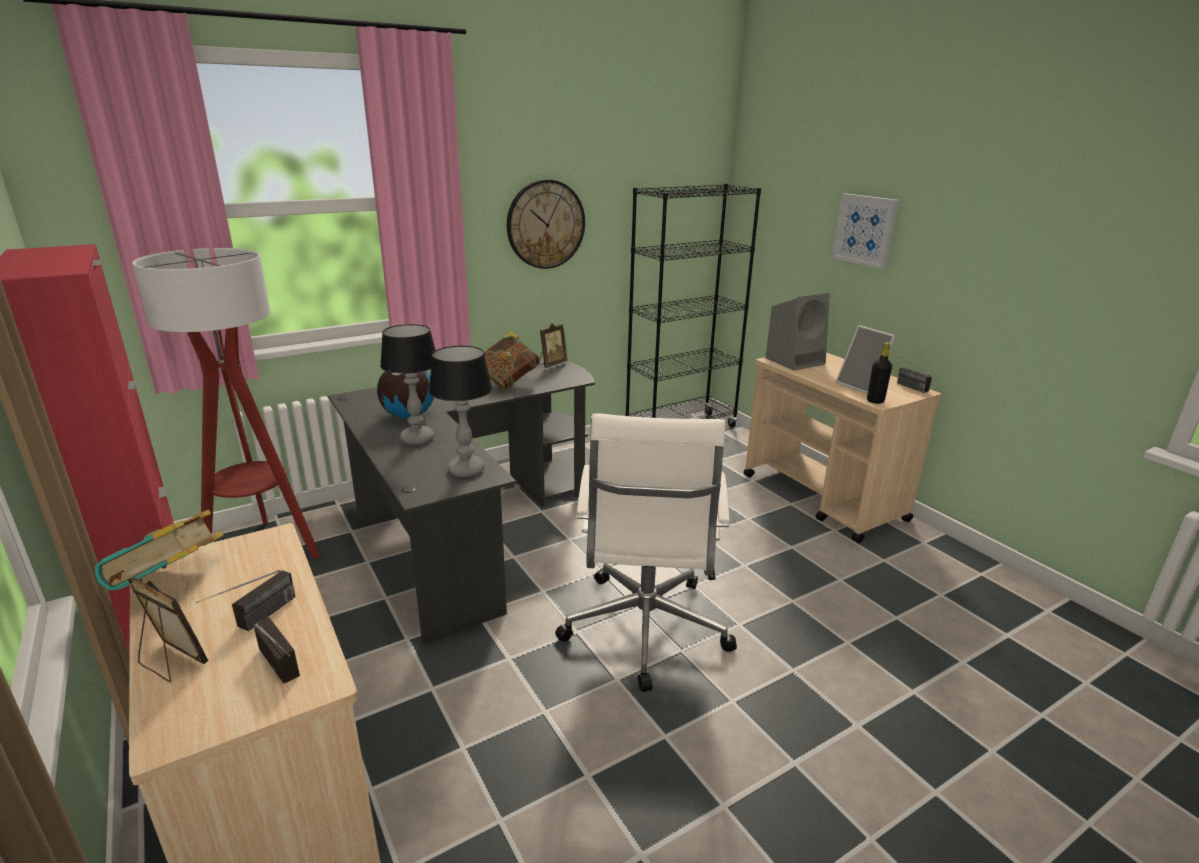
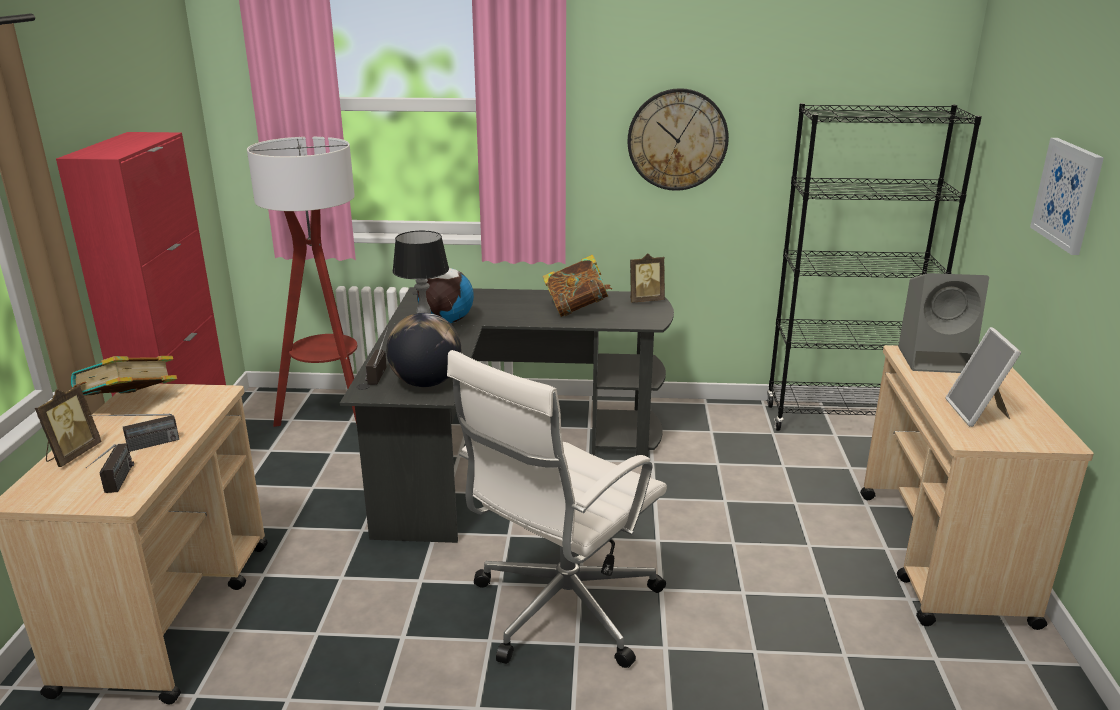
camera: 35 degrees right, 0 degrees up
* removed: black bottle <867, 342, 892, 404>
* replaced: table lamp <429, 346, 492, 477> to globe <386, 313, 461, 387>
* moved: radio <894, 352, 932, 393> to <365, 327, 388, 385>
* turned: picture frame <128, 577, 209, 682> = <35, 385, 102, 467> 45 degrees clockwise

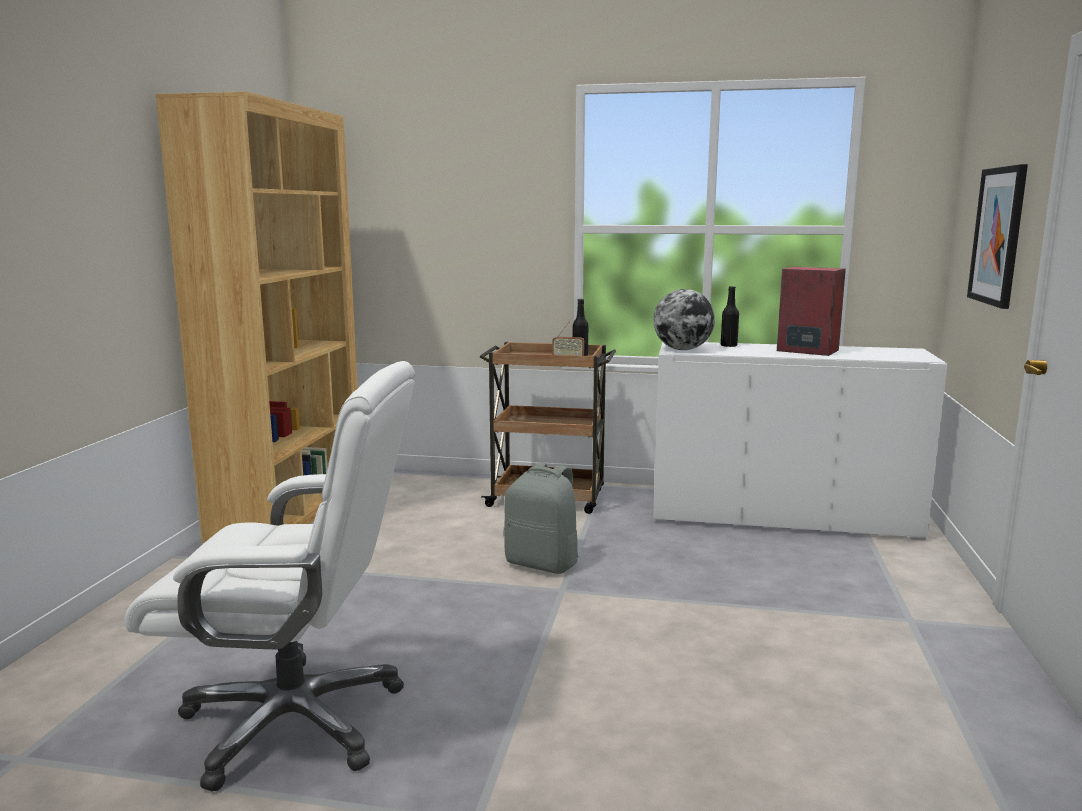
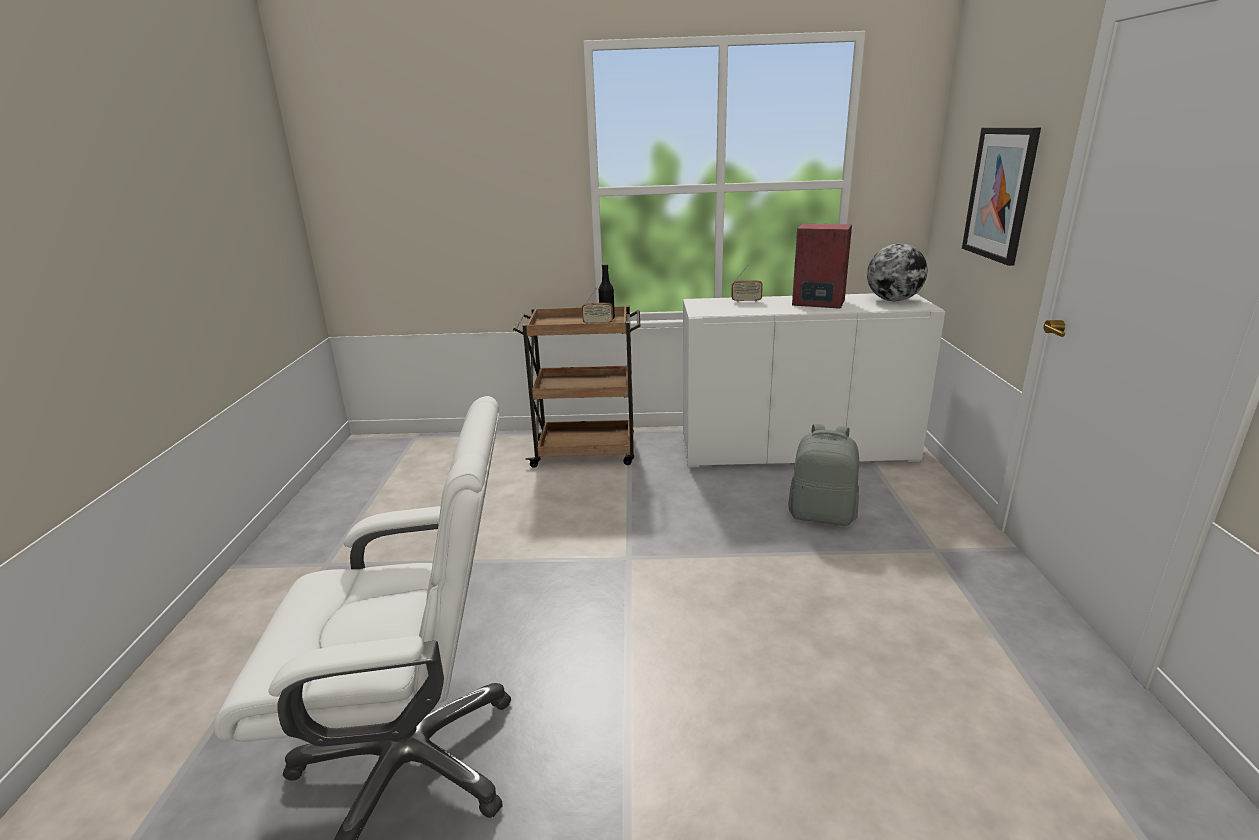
camera: 10 degrees left, 10 degrees up
* removed: brown bookcase <156, 91, 358, 543>
* replaced: black bottle <721, 286, 739, 347> to radio <731, 265, 763, 303>
* moved: globe <653, 289, 715, 350> to <867, 244, 927, 301>
* moved: grey backpack <503, 462, 579, 574> to <789, 424, 859, 526>

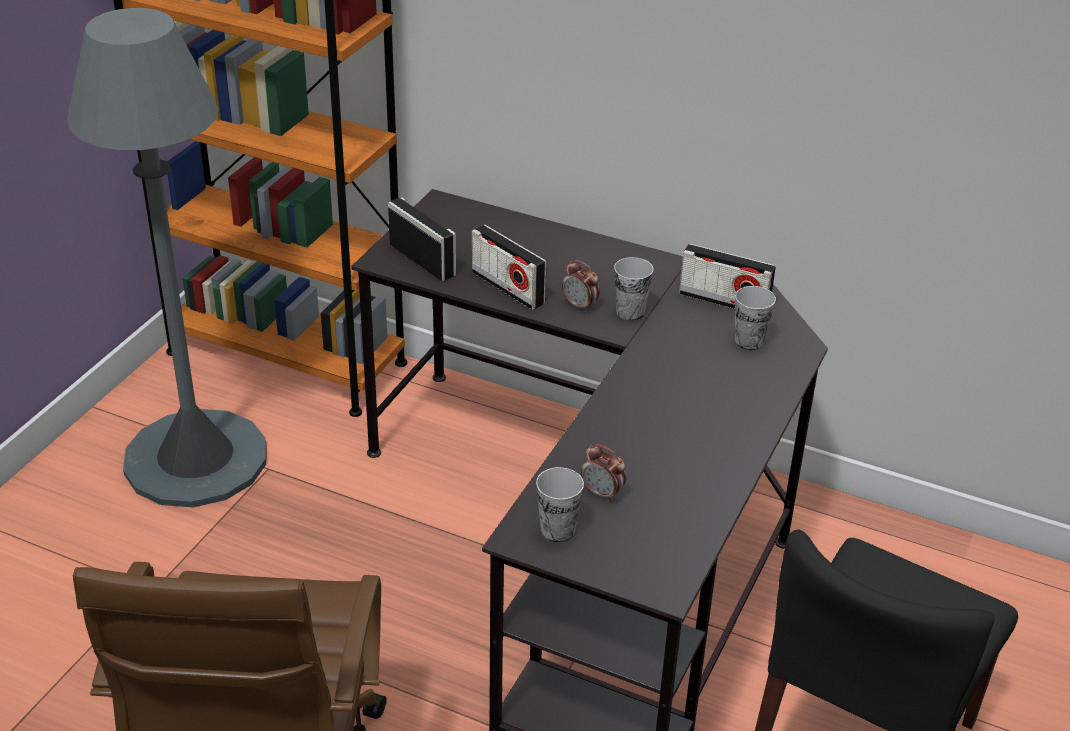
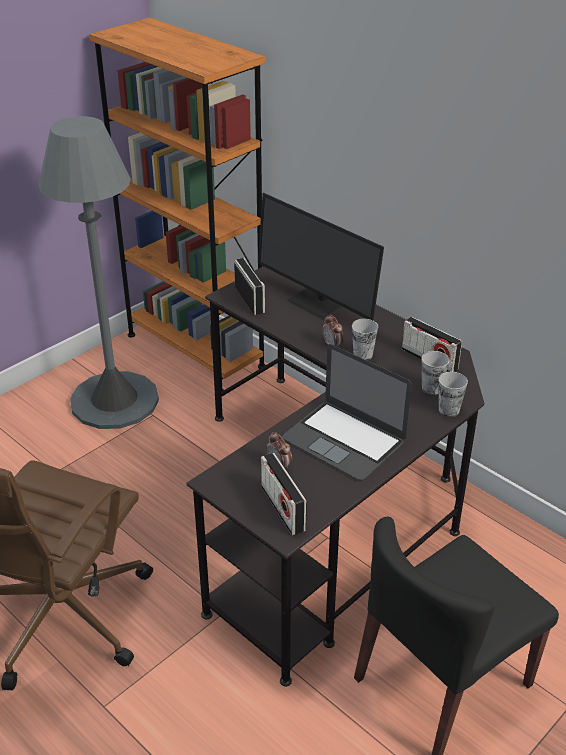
camera: 20 degrees right, 0 degrees up
* moved: radio <472, 224, 547, 310> to <261, 453, 307, 535>
* moved: cup <536, 467, 584, 542> to <439, 372, 468, 417>
* added: monitor <258, 193, 384, 320>
* added: laptop <282, 344, 412, 480>

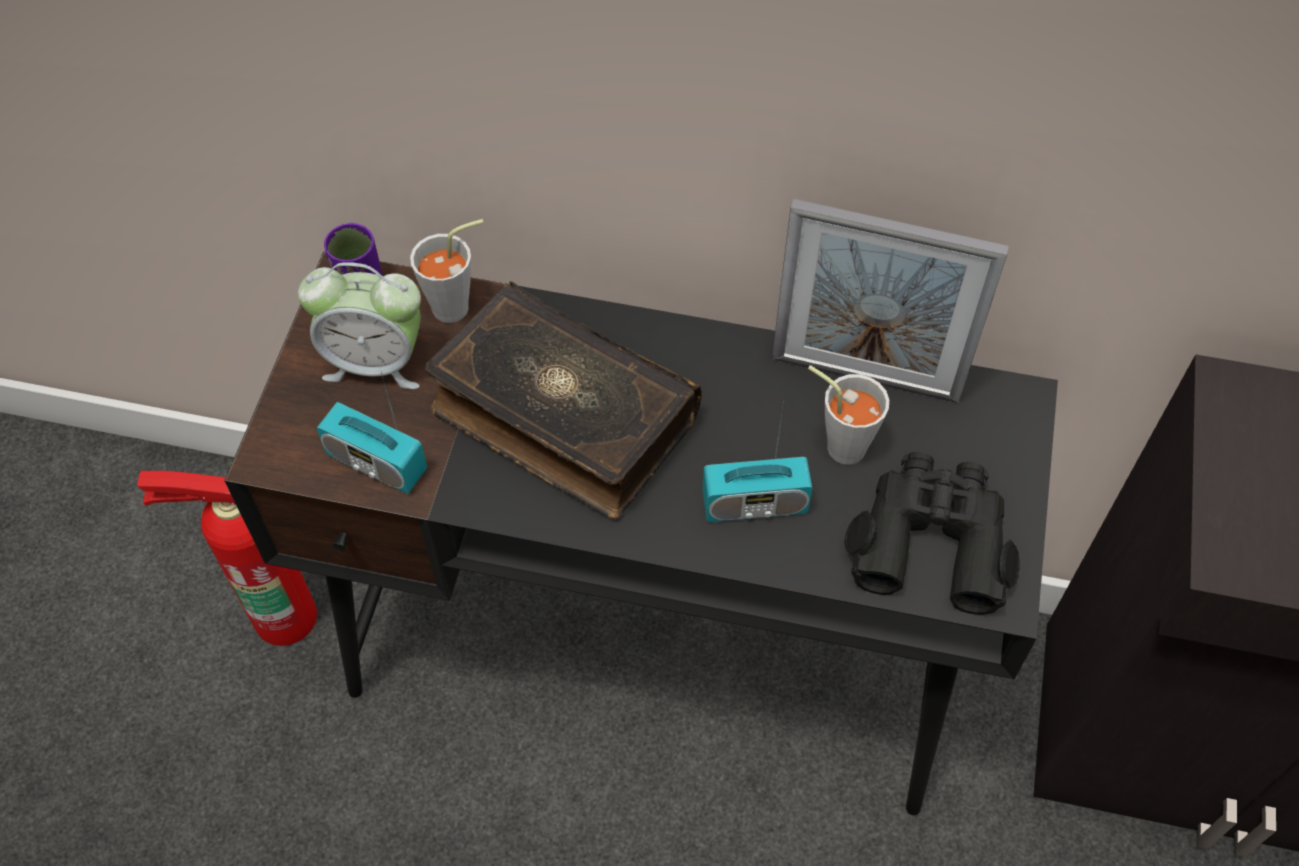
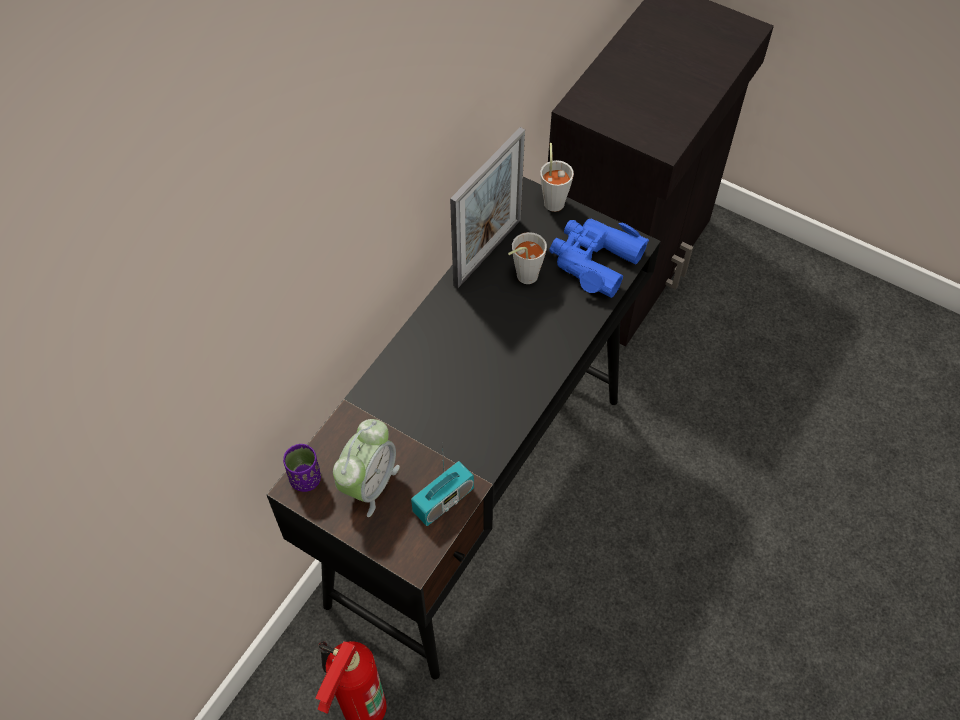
camera: 70 degrees left, 0 degrees up
* moved: grey cup <410, 219, 484, 323> to <540, 143, 574, 212>
* removed: book <425, 281, 702, 519>
* removed: radio <702, 401, 813, 522>
* recoloured: black binoculars <844, 452, 1020, 615> to blue binoculars <549, 219, 649, 298>

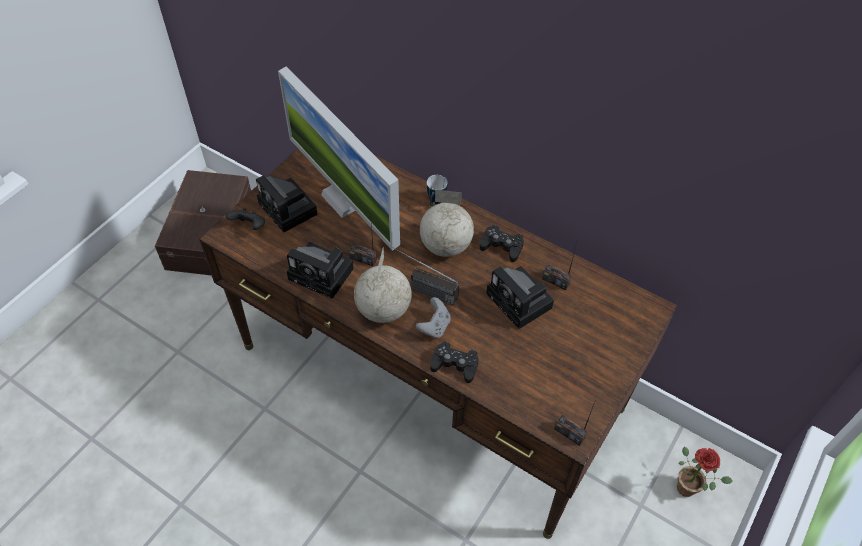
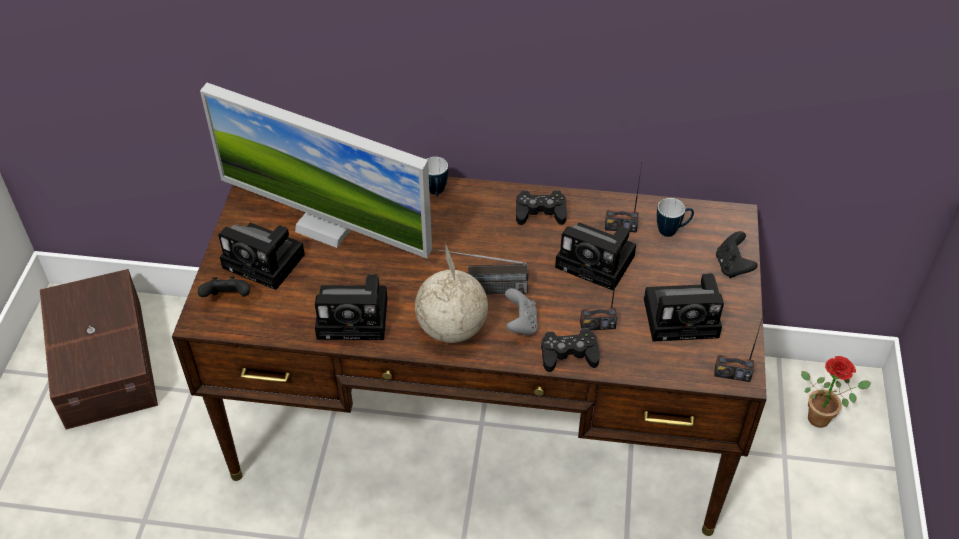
camera: 25 degrees left, 5 degrees down
* removed: globe <420, 190, 474, 257>
* moved: radio <349, 213, 377, 266> to <580, 258, 619, 330>
* added: mug <657, 198, 694, 237>
* added: black game controller <716, 231, 758, 278>
* added: photo camera <644, 273, 724, 342>

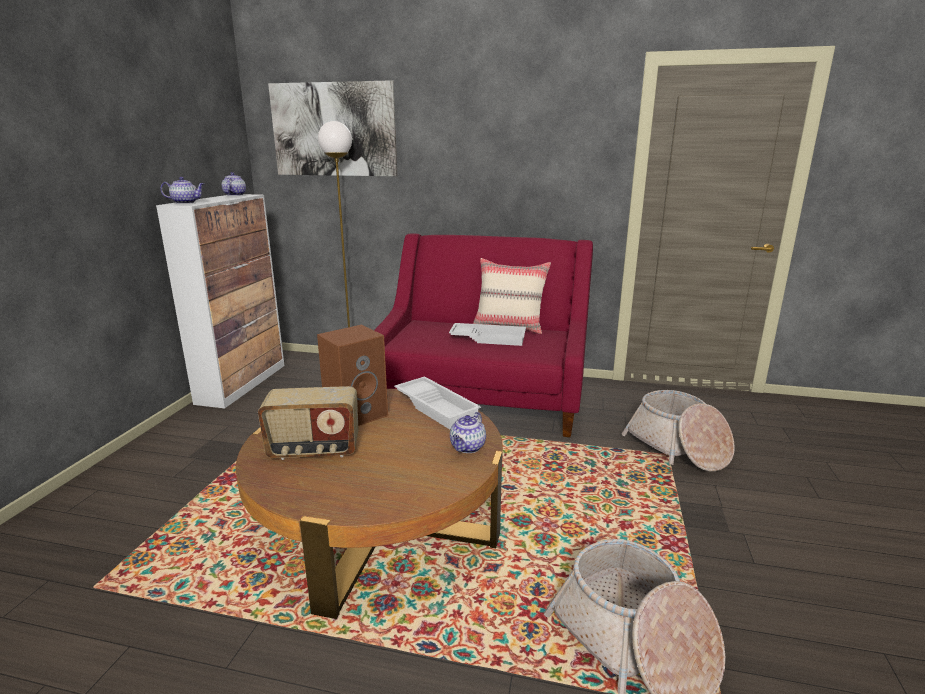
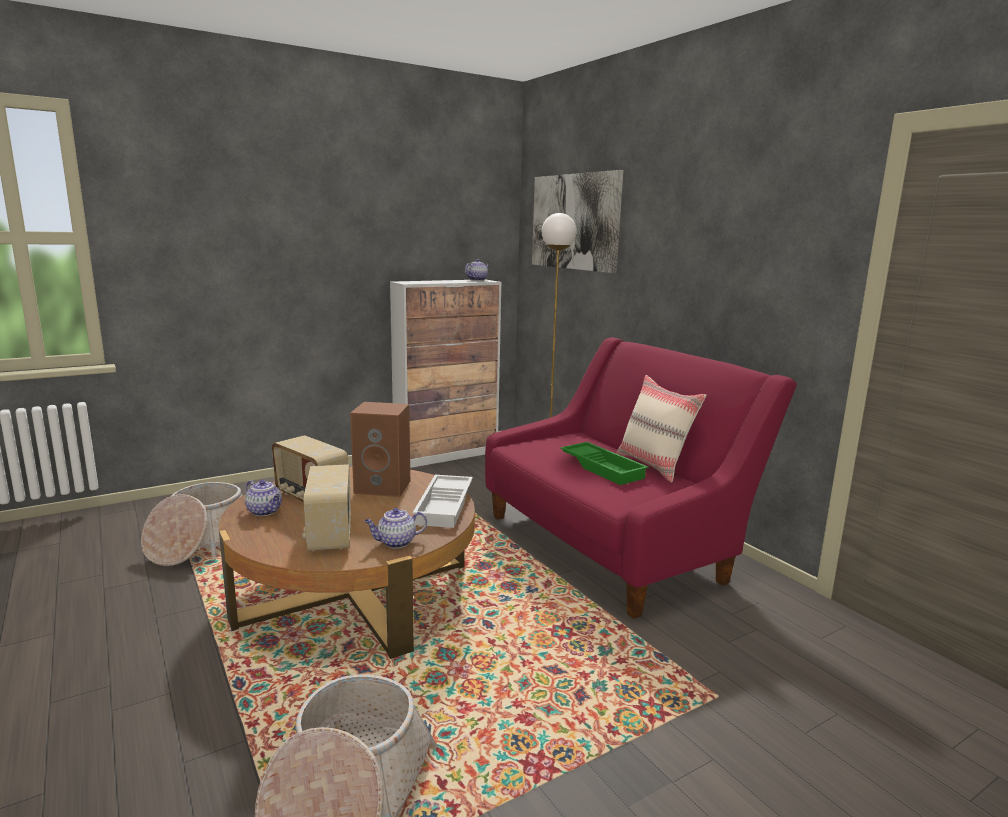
camera: 45 degrees right, 5 degrees down
* moved: teapot <160, 177, 204, 204> to <245, 480, 282, 516>
* recoloured: white tray <449, 323, 526, 346> to green tray <560, 442, 649, 485>
* moved: basket <622, 390, 735, 471> to <141, 482, 243, 566>
* added: radio <302, 464, 351, 551>

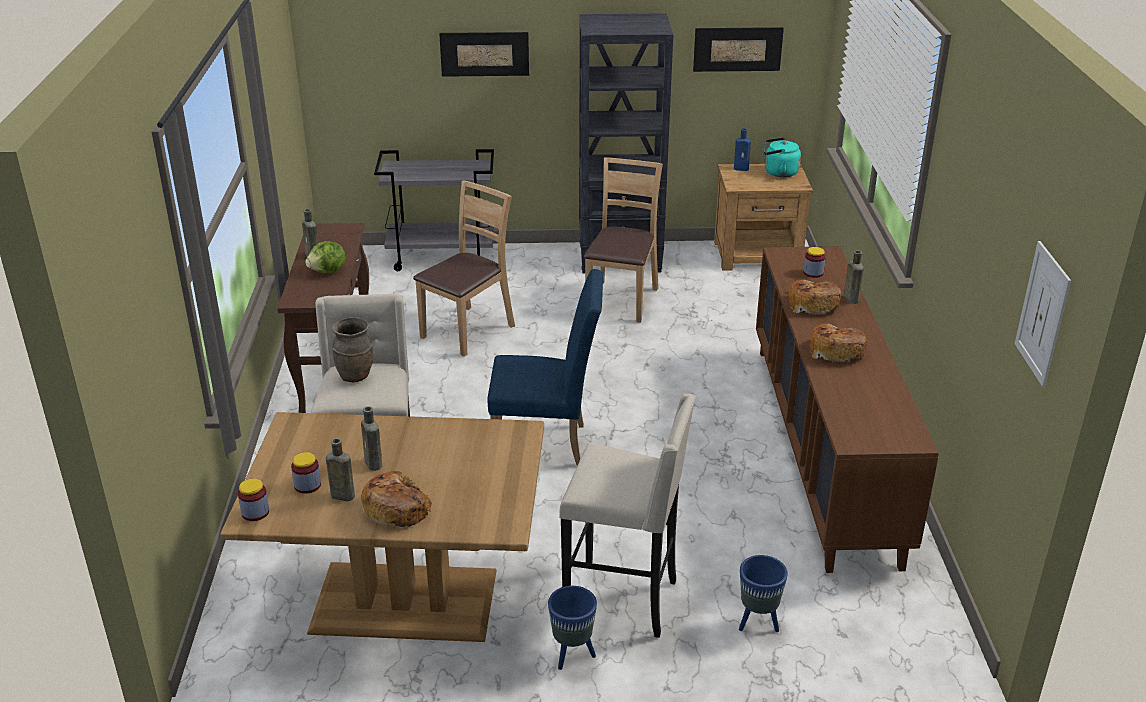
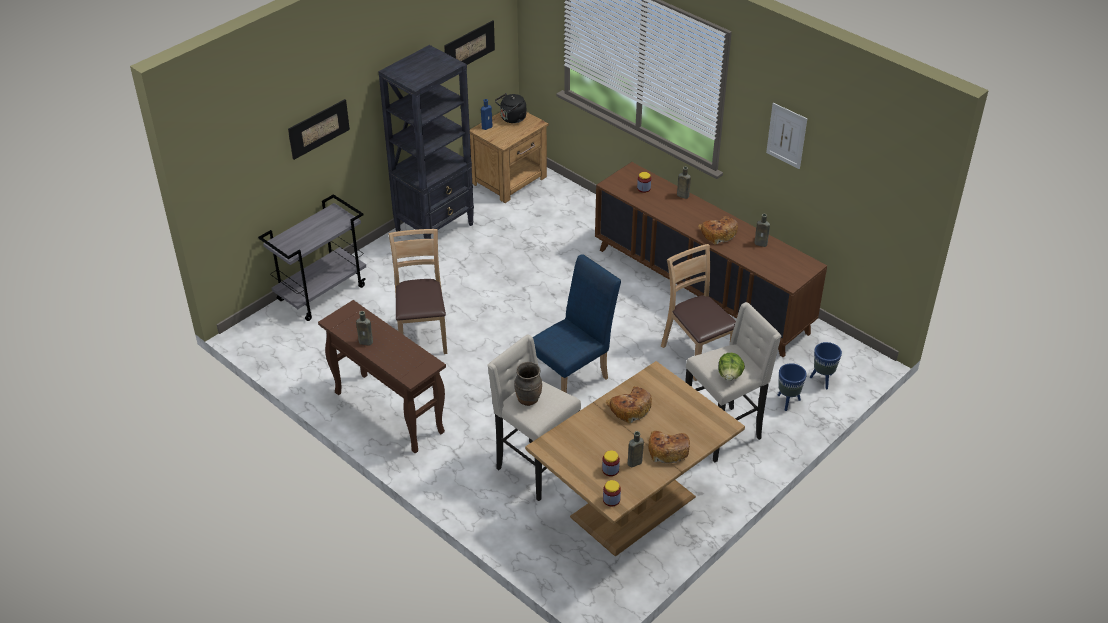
camera: 45 degrees left, 10 degrees up
* recoloured: turquoise kettle <764, 137, 801, 177> to black kettle <495, 93, 526, 123>
* moved: brown chair <584, 157, 663, 323> to <661, 244, 736, 381>
* moved: lettuce <305, 241, 345, 273> to <719, 353, 745, 381>
* moved: picture <1015, 241, 1071, 387> to <766, 103, 807, 169>
* moved: bread <788, 279, 842, 314> to <606, 386, 652, 423>
* moved: brown bottle <361, 406, 382, 471> to <754, 214, 770, 247>
* moved: blue planter <548, 586, 597, 670> to <810, 342, 842, 389>

